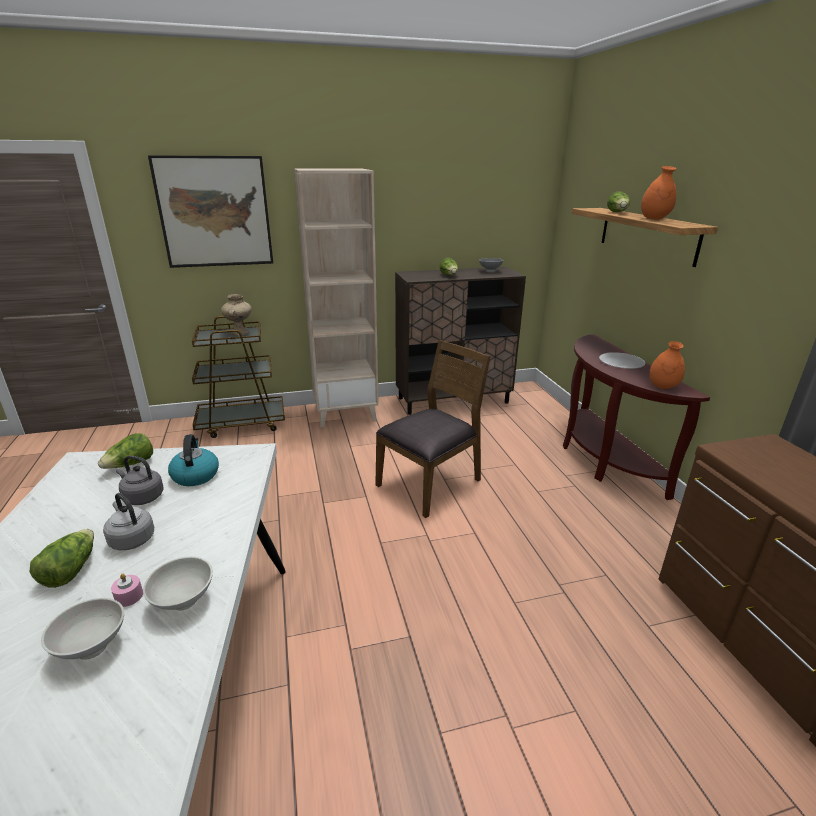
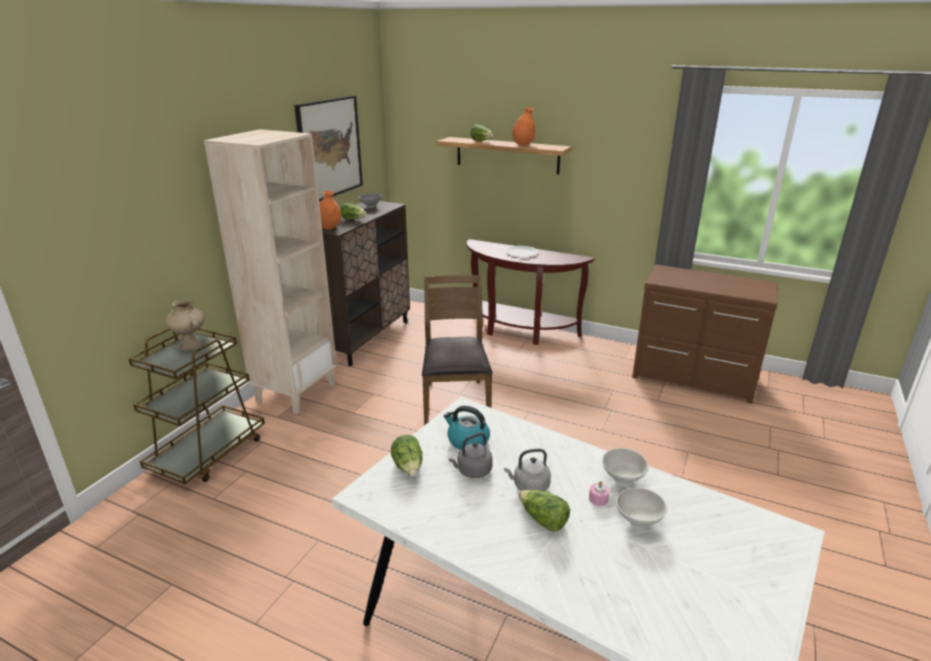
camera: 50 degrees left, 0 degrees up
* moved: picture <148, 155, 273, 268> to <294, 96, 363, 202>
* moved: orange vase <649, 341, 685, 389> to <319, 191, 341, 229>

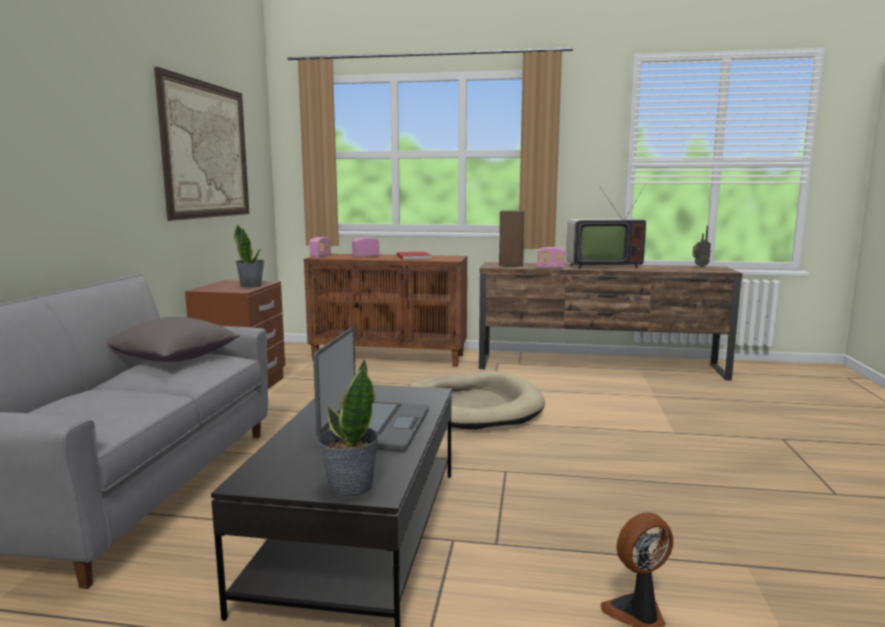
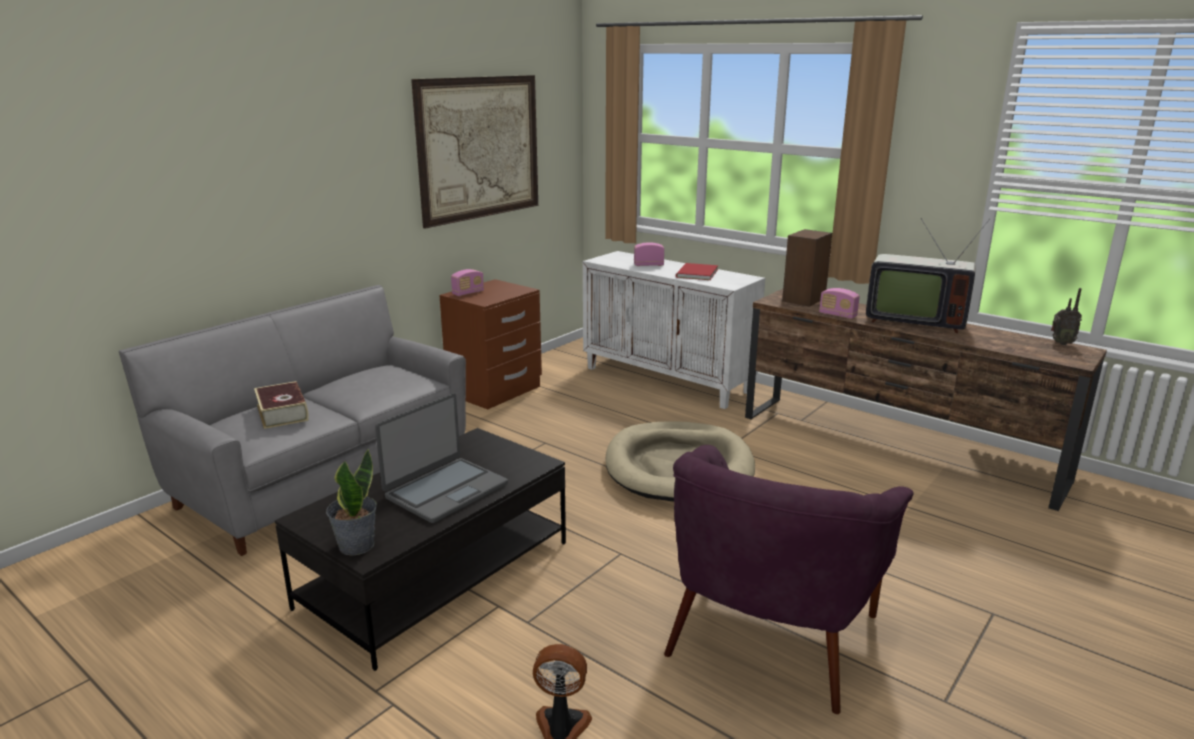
camera: 30 degrees right, 10 degrees up
* removed: potted plant <234, 224, 264, 288>
* moved: radio <309, 237, 331, 258> to <451, 269, 484, 296>
* recoloured: brown cabinet <304, 254, 467, 367> to white cabinet <583, 251, 765, 409>
* removed: grey pillow <107, 317, 240, 362>
* added: book <254, 381, 309, 429>
* added: purple armchair <664, 445, 914, 714>

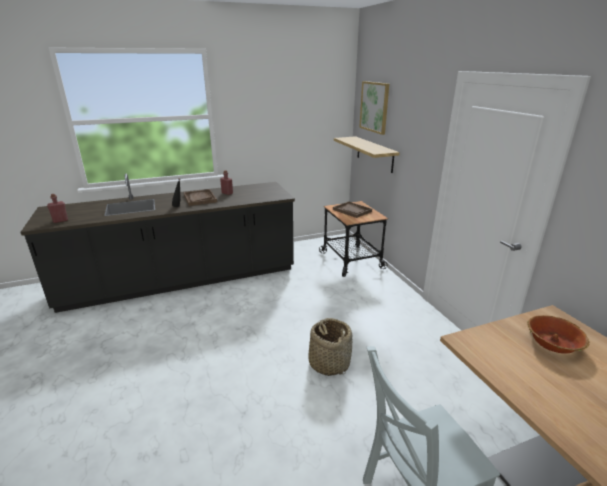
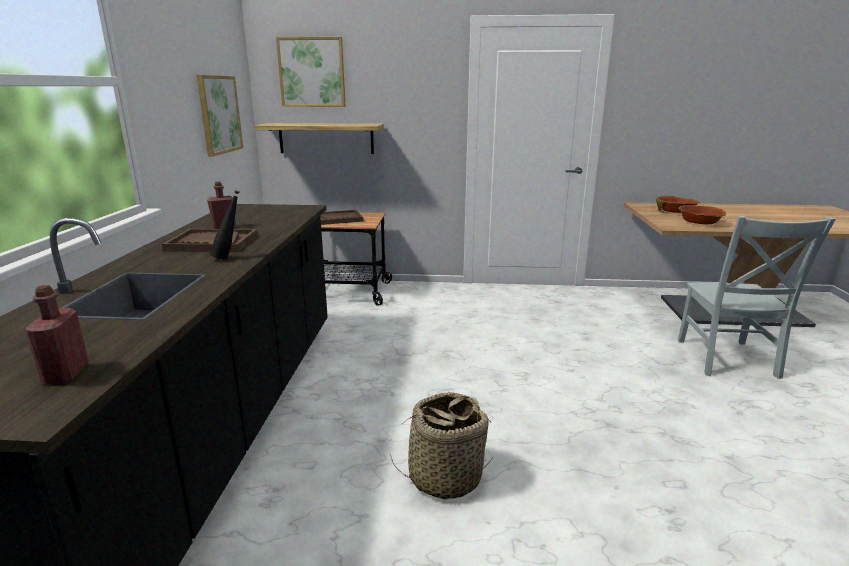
camera: 65 degrees left, 5 degrees down
* moved: basket <308, 318, 353, 376> to <390, 392, 492, 500>
* added: picture <196, 75, 243, 157>
* added: bowl <678, 205, 726, 224>

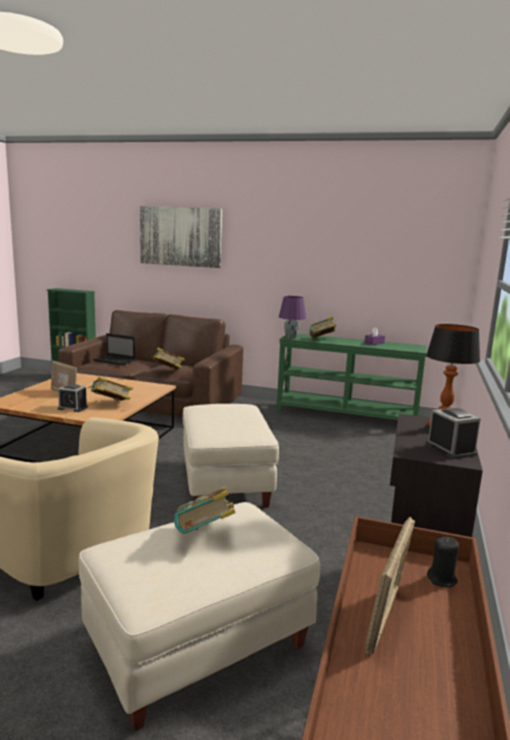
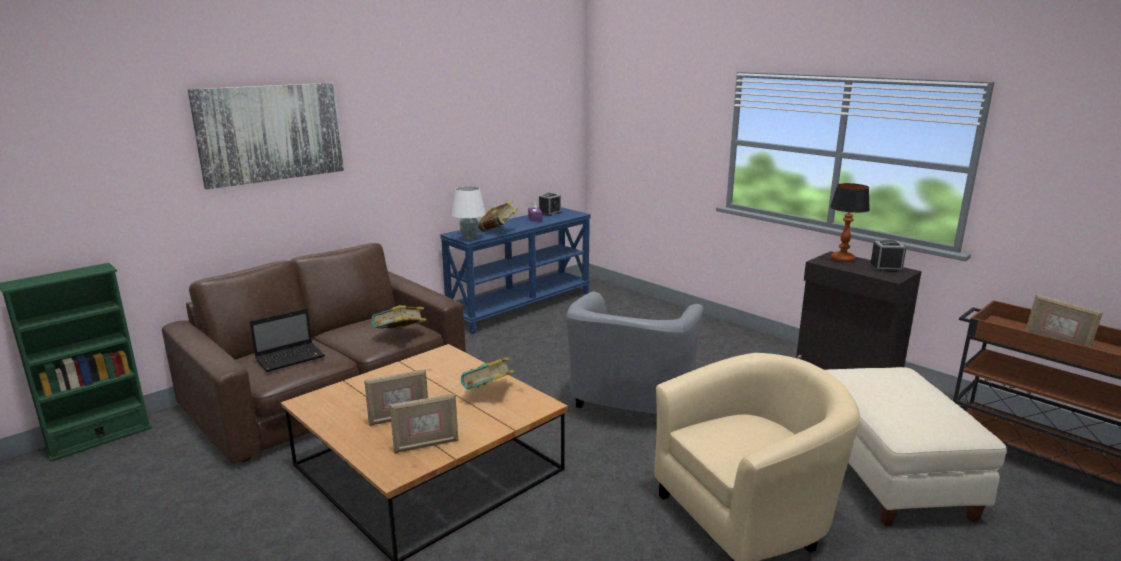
camera: 60 degrees left, 5 degrees up
* recoloured: purple table lamp <279, 296, 306, 339> to white table lamp <451, 186, 486, 240>
* recoloured: green console table <276, 334, 427, 420> to blue console table <440, 207, 591, 334>
* moved: alarm clock <58, 384, 88, 412> to <539, 193, 562, 216>
* replaced: beige ottoman <183, 404, 279, 508> to grey armchair <566, 292, 704, 414>
* removed: book <174, 486, 236, 534>
* removed: black candle <427, 537, 459, 588>
* added: picture frame <390, 394, 459, 453>

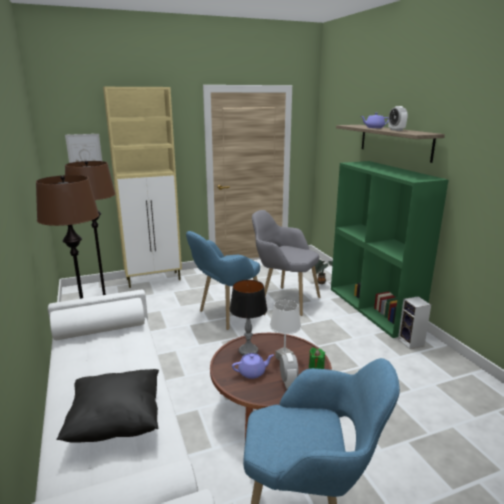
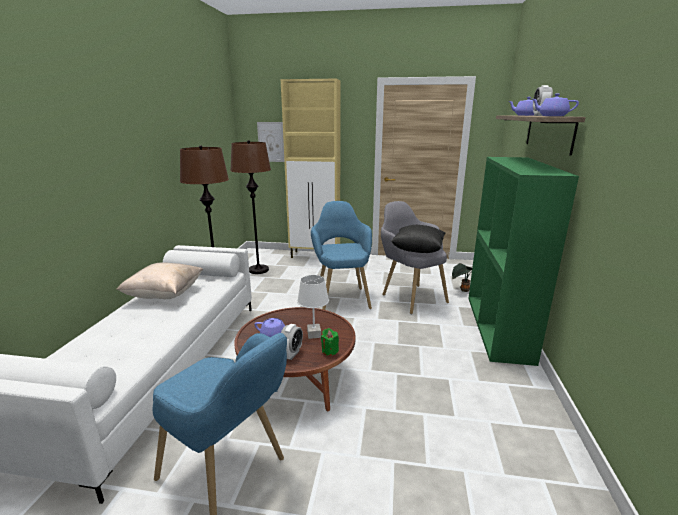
camera: 30 degrees right, 0 degrees up
* turned: blue armchair <186, 231, 266, 330> = <311, 201, 372, 310> 90 degrees clockwise
* removed: table lamp <229, 280, 267, 356>
* removed: speaker <398, 296, 431, 349>
* moved: black pillow <57, 369, 159, 443> to <391, 225, 445, 253>
* added: purple teapot <532, 94, 579, 116>
* added: beige pillow <116, 262, 203, 299>

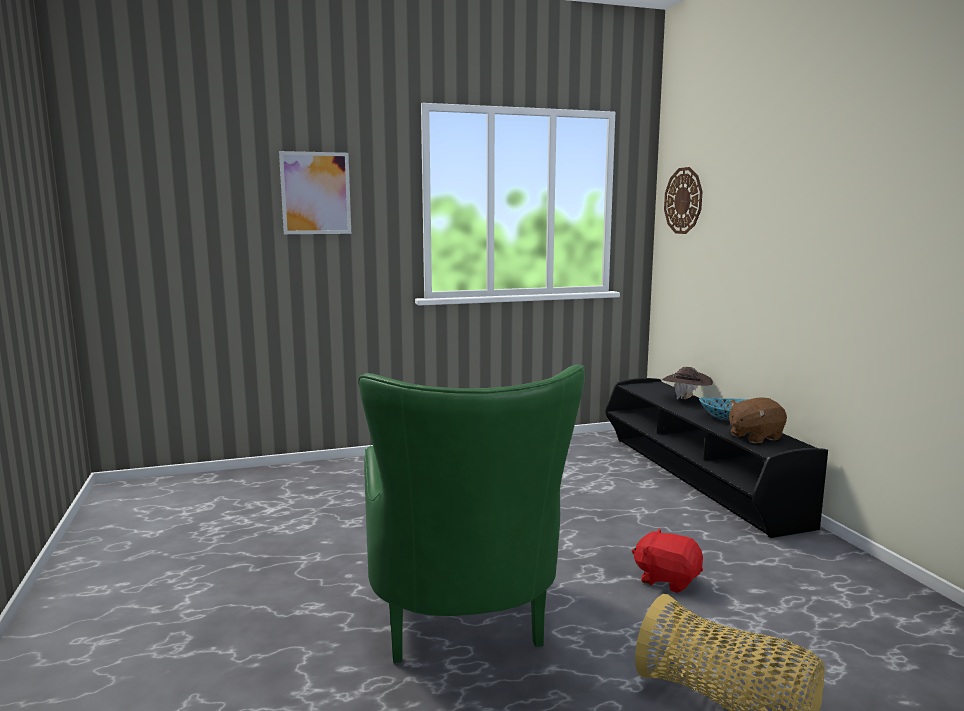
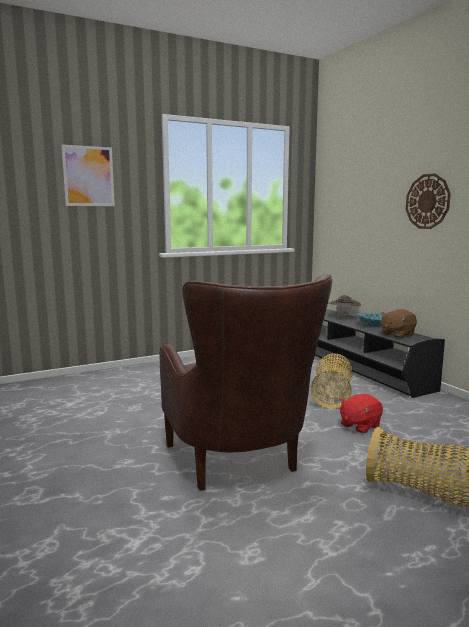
camera: 10 degrees left, 0 degrees up
* moved: wall clock <664, 167, 703, 234> to <406, 173, 451, 229>
* recoloured: green armchair <358, 364, 585, 663> to brown armchair <160, 274, 332, 491>
* turned: red plush toy <632, 528, 703, 593> = <339, 394, 383, 433> 60 degrees counterclockwise
* added: basket <311, 353, 353, 409>

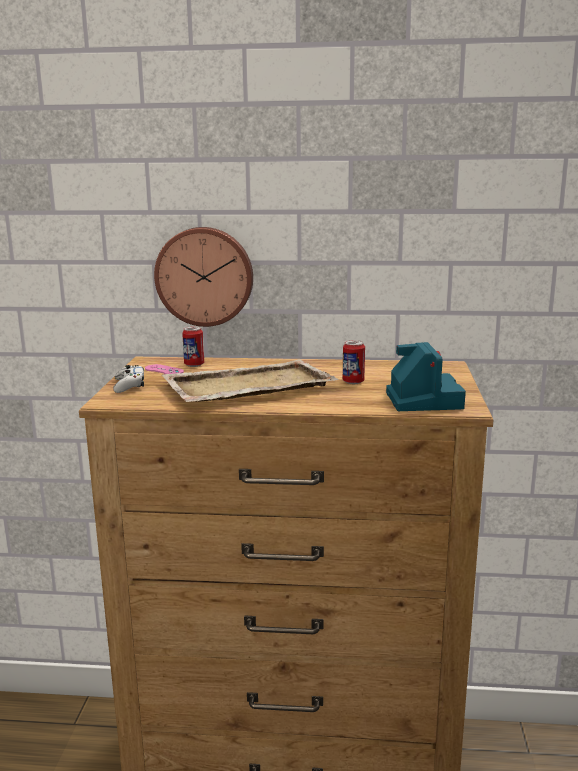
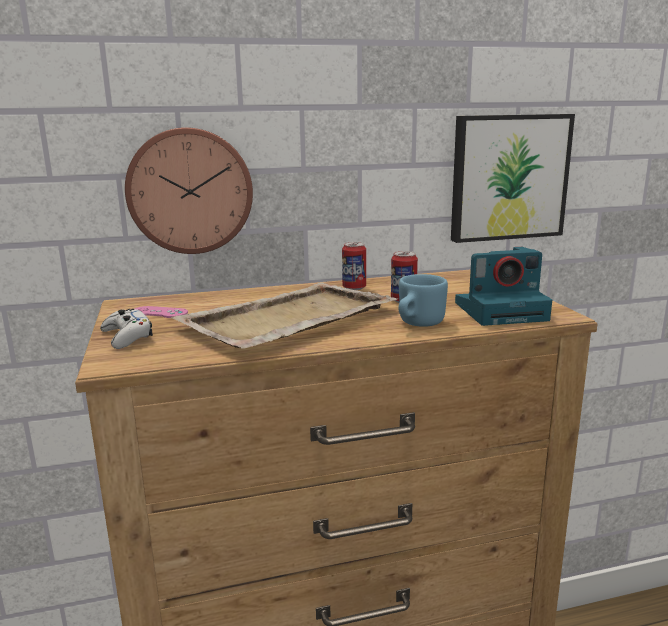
camera: 20 degrees left, 0 degrees up
* moved: can <182, 326, 204, 367> to <342, 242, 366, 290>
* turned: photo camera <386, 342, 466, 411> = <455, 247, 552, 326> 105 degrees clockwise
* added: picture <451, 114, 575, 243>
* added: blue mug <398, 274, 448, 327>

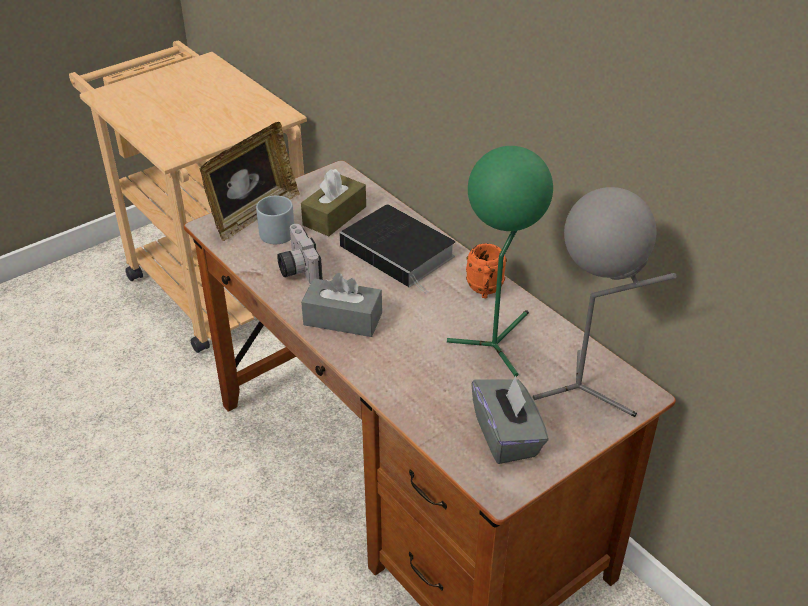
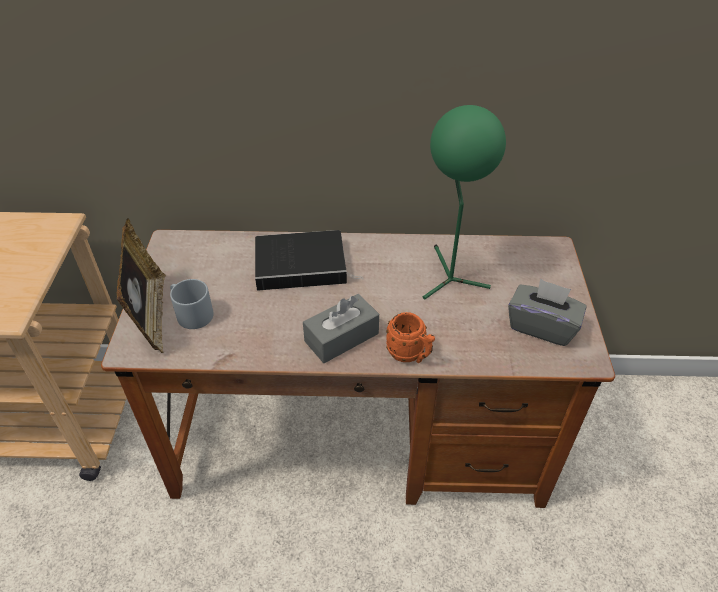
camera: 50 degrees left, 5 degrees up
* removed: brown tissue box <301, 169, 366, 236>
* removed: grey table lamp <533, 187, 677, 417>
* removed: photo camera <277, 224, 323, 284>
* moved: orange mug <466, 243, 507, 298> to <386, 312, 435, 363>

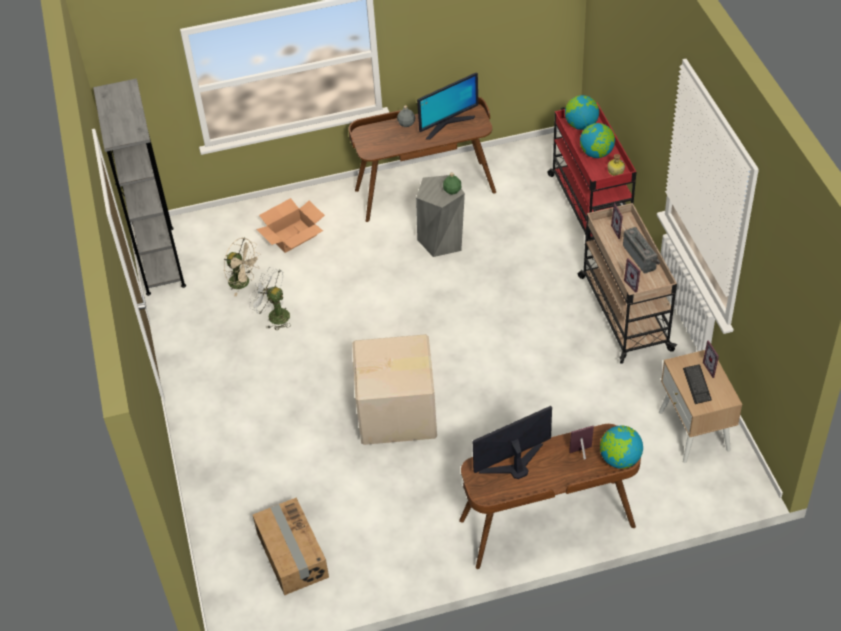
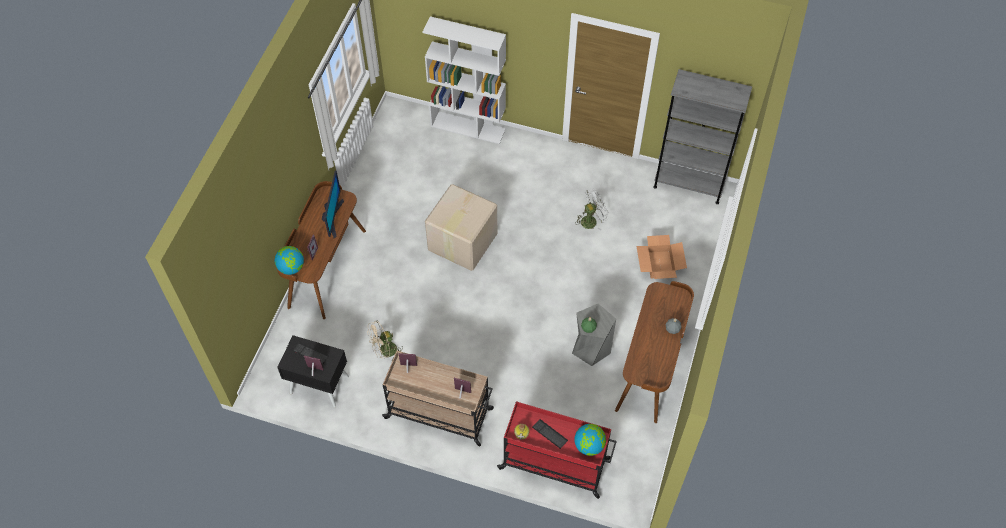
camera: 120 degrees right, 10 degrees up
* removed: monitor <417, 72, 478, 139>
* replaced: globe <580, 123, 615, 158> to keyboard <532, 419, 568, 449>
* removed: radio <623, 227, 661, 273>
* moved: beige fan <224, 237, 261, 296> to <367, 321, 403, 361>
* recoloured: beige nightstand <659, 350, 742, 463> to black nightstand <277, 335, 349, 407>
* removed: cardboard box <253, 497, 329, 595>
* added: white bookcase <423, 16, 506, 144>

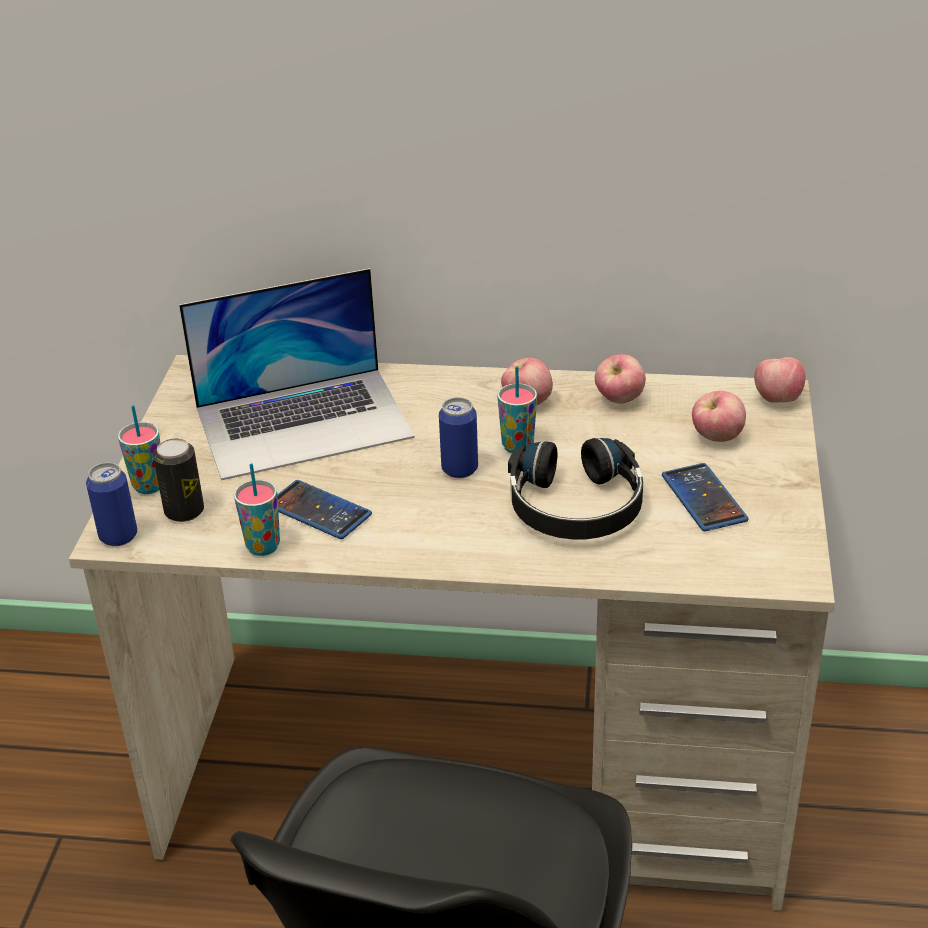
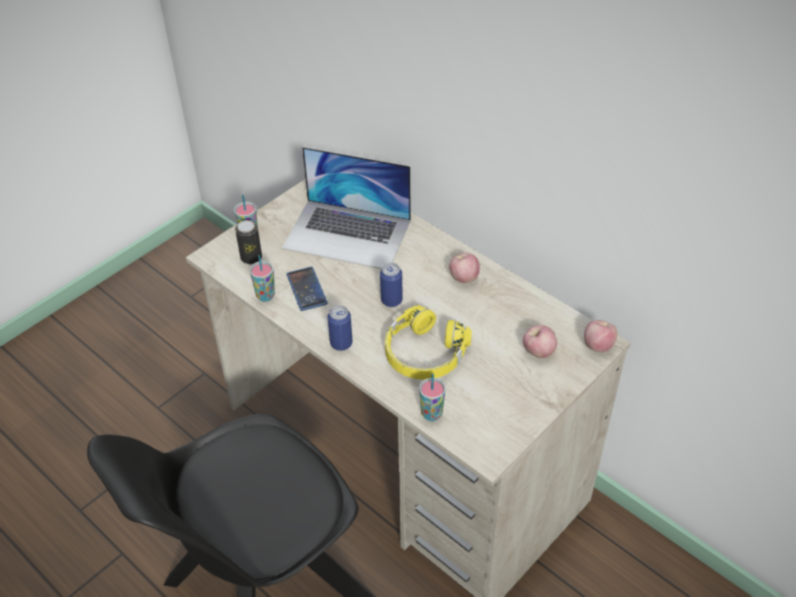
camera: 35 degrees right, 10 degrees up
* removed: apple <595, 354, 646, 404>
* moved: cup <497, 366, 537, 453> to <419, 374, 446, 421>
* recoloured: black headphones <508, 438, 643, 539> to yellow headphones <385, 305, 472, 380>
* moved: can <86, 462, 137, 546> to <328, 305, 352, 351>
* removed: phone <662, 463, 749, 531>

